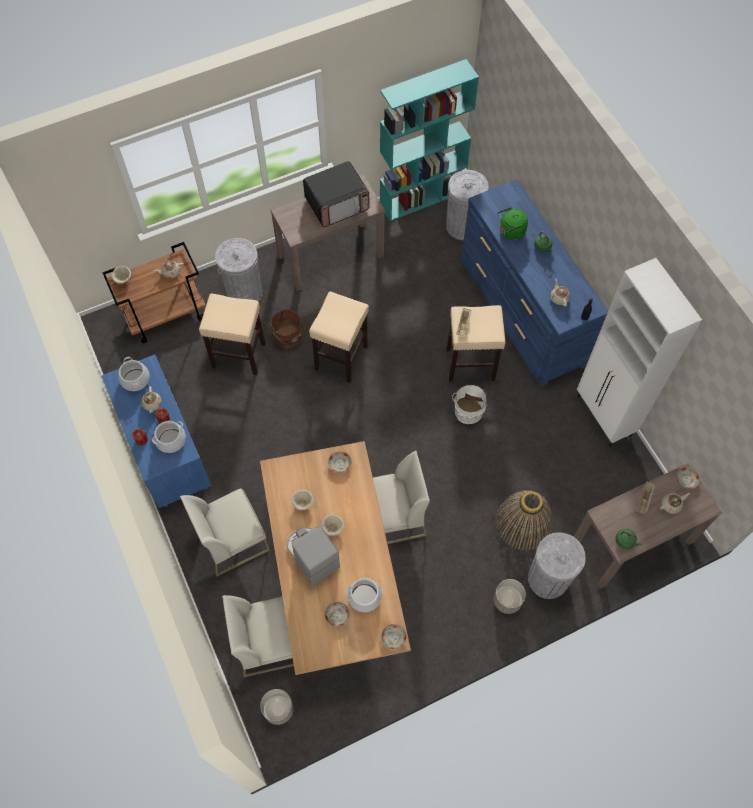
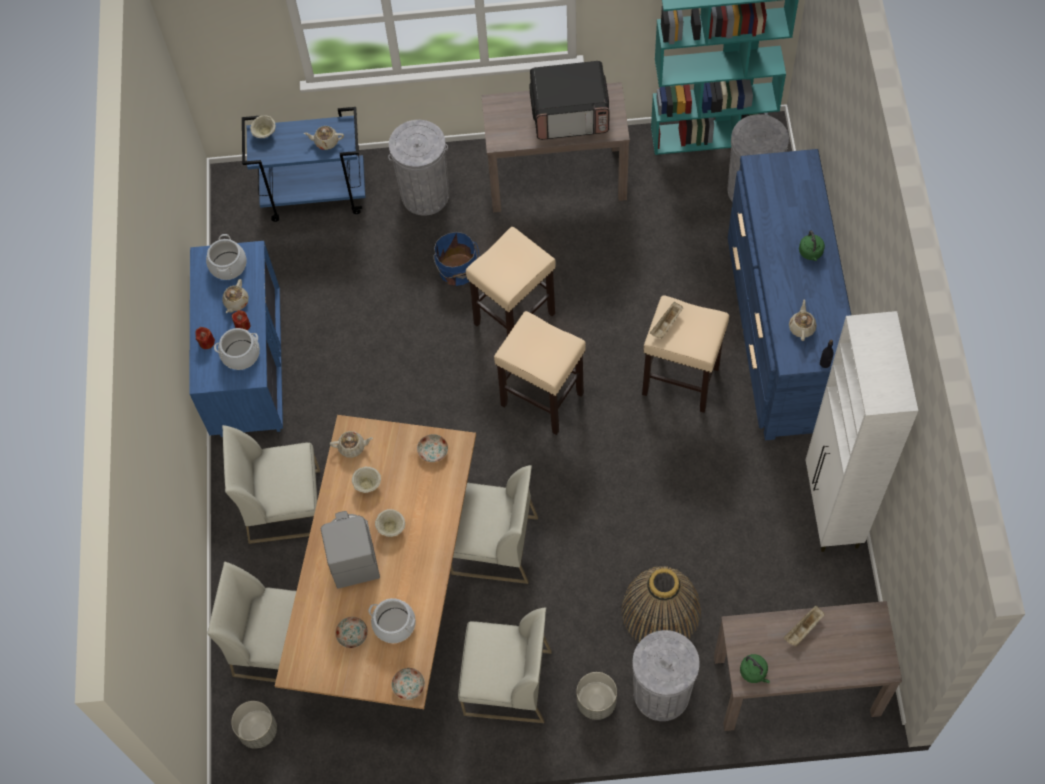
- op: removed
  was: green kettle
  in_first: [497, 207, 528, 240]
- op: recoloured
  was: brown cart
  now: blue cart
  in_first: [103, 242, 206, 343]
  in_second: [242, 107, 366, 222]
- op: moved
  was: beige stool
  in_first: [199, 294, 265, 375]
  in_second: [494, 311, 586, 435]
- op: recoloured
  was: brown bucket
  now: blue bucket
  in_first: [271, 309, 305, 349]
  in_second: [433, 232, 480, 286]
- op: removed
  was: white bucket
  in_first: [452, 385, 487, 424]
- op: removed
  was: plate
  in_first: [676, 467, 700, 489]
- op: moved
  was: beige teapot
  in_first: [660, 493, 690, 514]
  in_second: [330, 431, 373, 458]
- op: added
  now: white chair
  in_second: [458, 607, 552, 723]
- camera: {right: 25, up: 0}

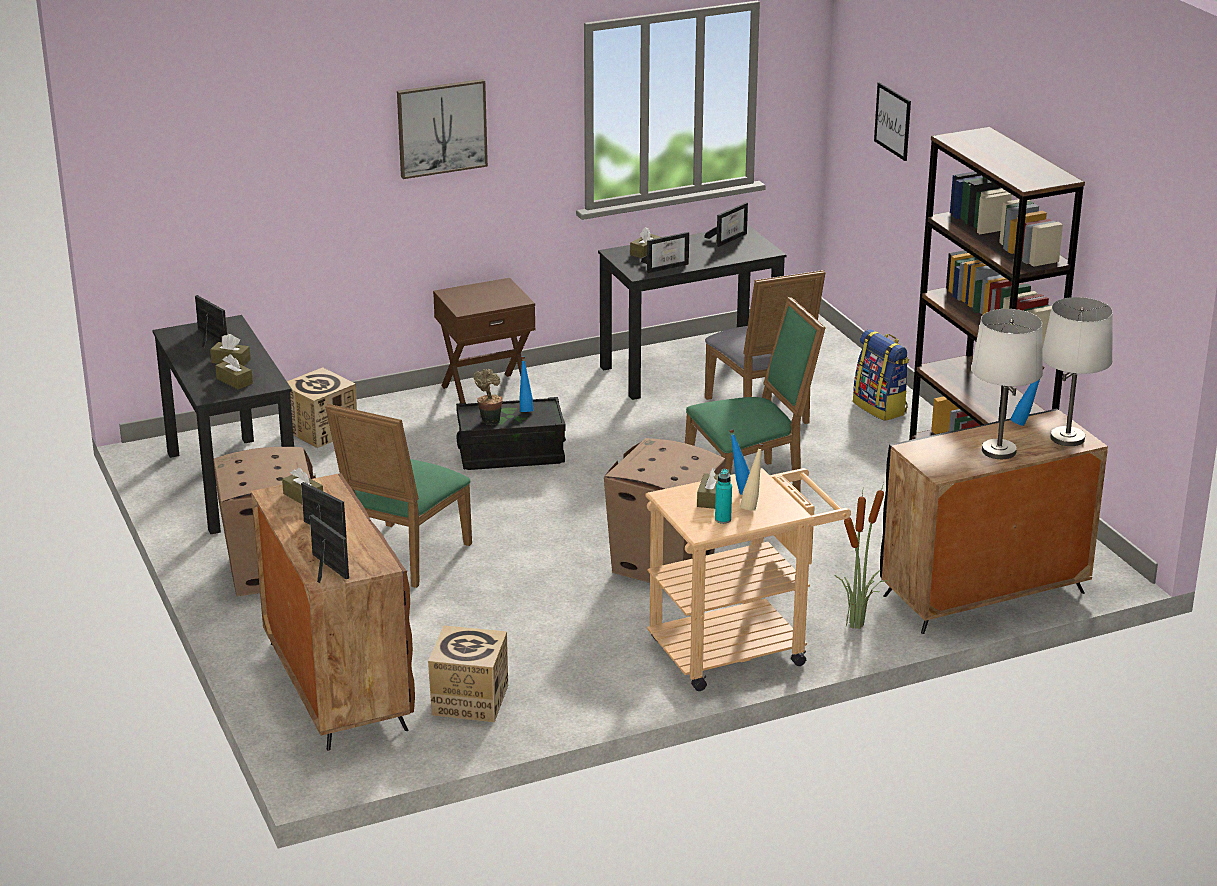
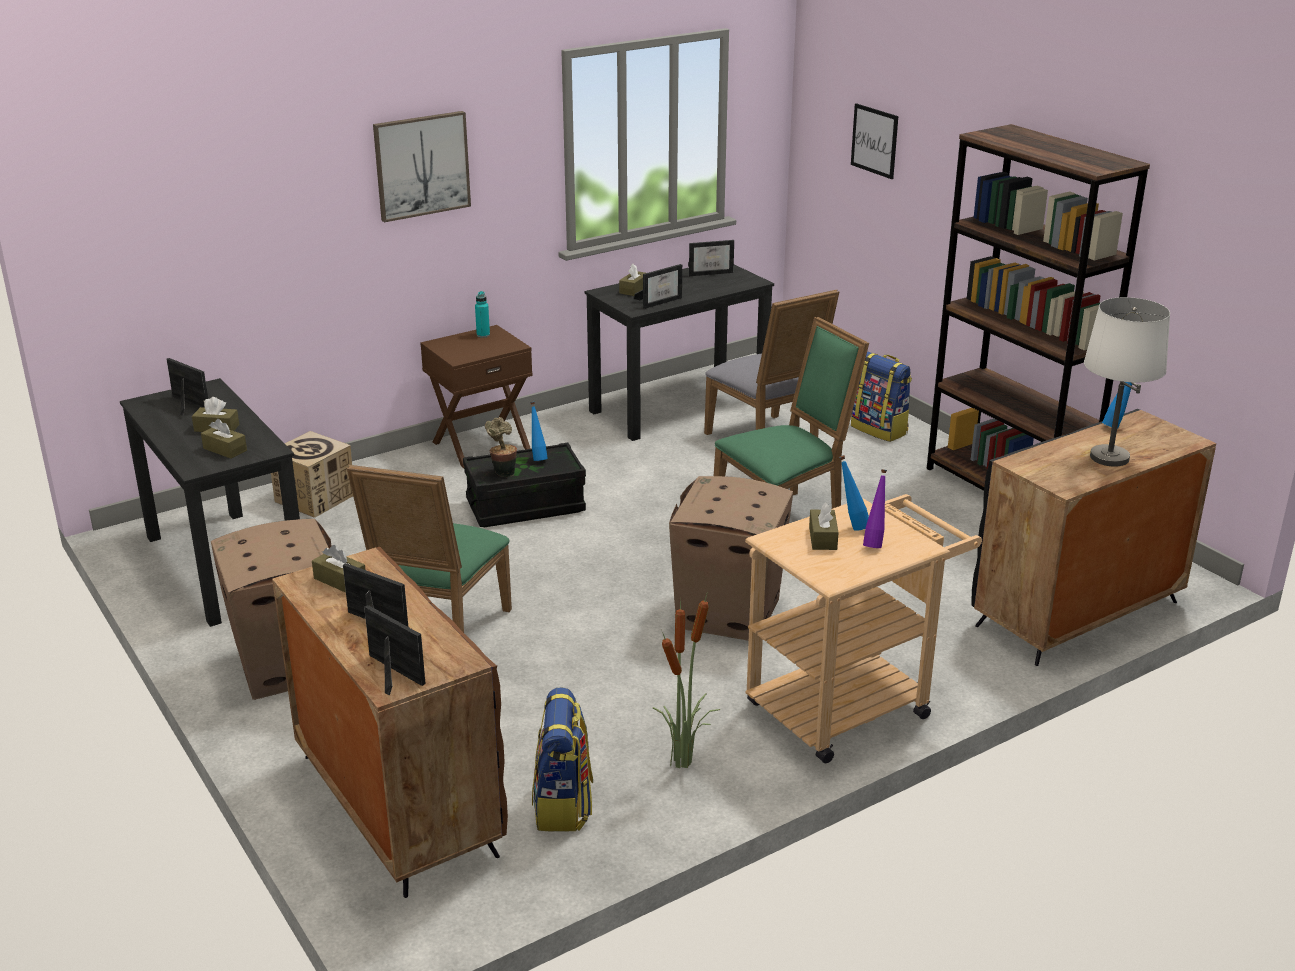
- op: turned
  was: picture frame
  in_first: [704, 202, 748, 247]
  in_second: [688, 240, 734, 276]
  clockwise: 45
- op: removed
  was: white table lamp
  in_first: [1042, 297, 1113, 446]
- op: recoloured
  was: beige bottle
  now: purple bottle
  in_first: [740, 444, 763, 511]
  in_second: [863, 469, 887, 548]
- op: moved
  was: turquoise bottle
  in_first: [715, 469, 732, 524]
  in_second: [475, 291, 490, 338]
- op: moved
  was: potted plant
  in_first: [834, 483, 888, 629]
  in_second: [653, 591, 720, 768]
- op: replaced
  was: cardboard box
  now: backpack
  in_first: [428, 626, 508, 722]
  in_second: [532, 688, 593, 832]
- camera: {right: -10, up: 0}

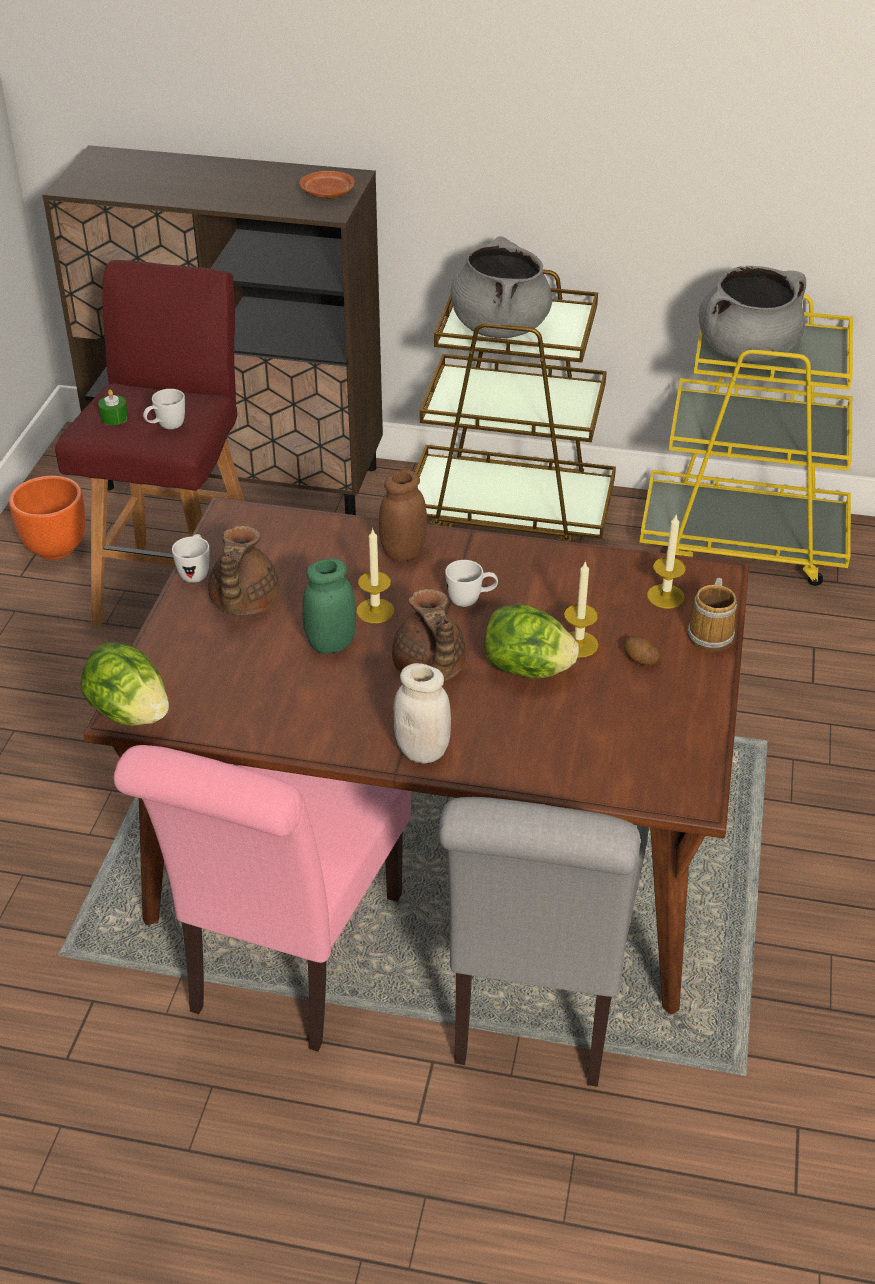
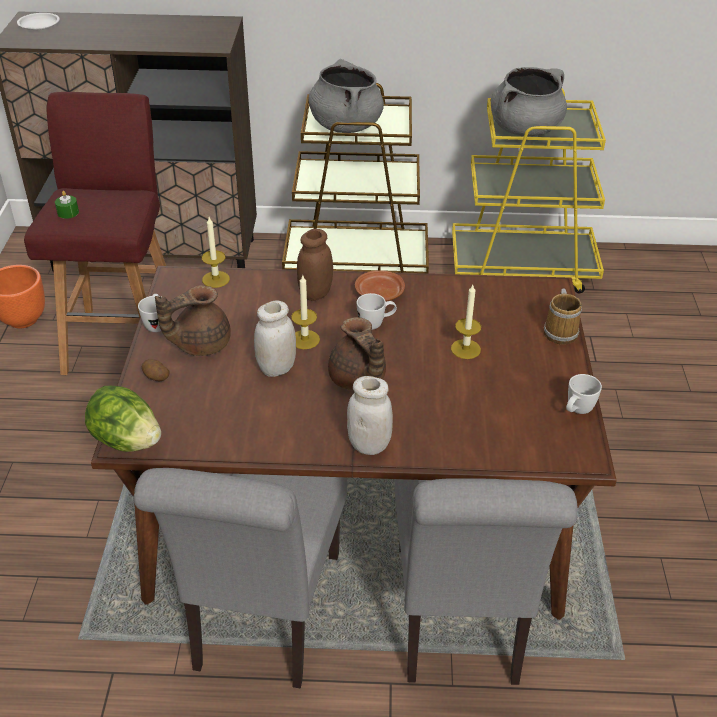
- op: moved
  was: brown plate
  in_first: [299, 171, 355, 199]
  in_second: [355, 270, 405, 301]
- op: moved
  was: white mug
  in_first: [143, 389, 185, 429]
  in_second: [566, 374, 602, 414]
- op: moved
  was: candle
  in_first: [647, 515, 686, 609]
  in_second: [202, 217, 230, 288]
- op: turned
  was: brown teapot
  in_first: [208, 526, 279, 615]
  in_second: [155, 285, 231, 356]
  clockwise: 60
- op: recoloured
  was: green jar
  now: white jar
  in_first: [302, 558, 356, 654]
  in_second: [254, 300, 296, 377]
- op: removed
  was: lettuce
  in_first: [484, 604, 579, 679]
- op: moved
  was: potato
  in_first: [624, 636, 660, 665]
  in_second: [142, 359, 170, 381]
- op: recoloured
  was: pink chair
  now: grey chair
  in_first: [114, 745, 411, 1052]
  in_second: [134, 468, 347, 689]
- op: added
  now: white plate
  in_second: [17, 13, 60, 30]
- camera: {right: -10, up: 0}

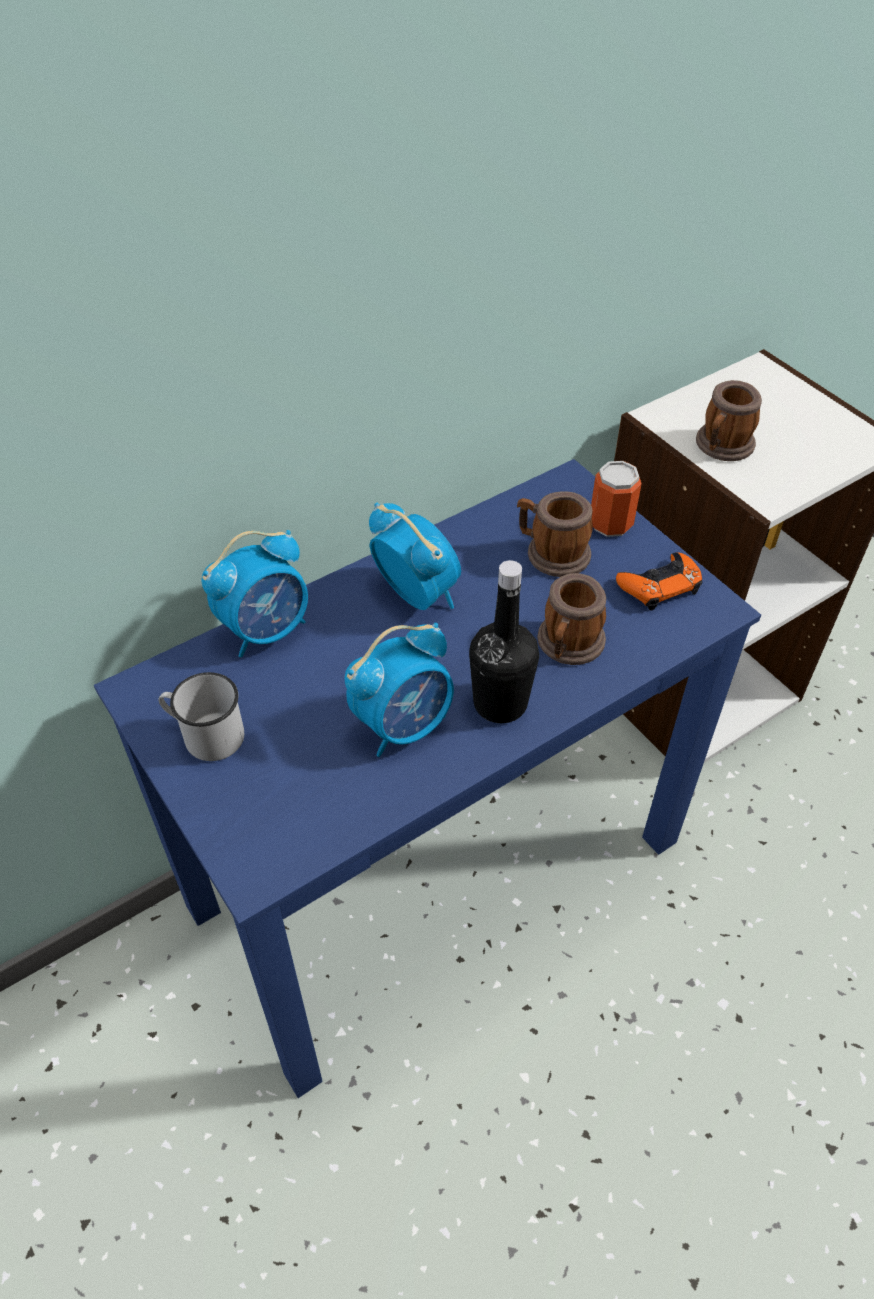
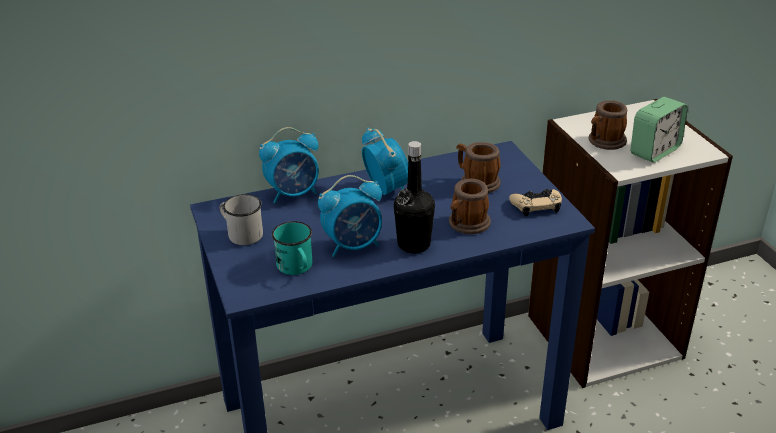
- op: removed
  was: can
  in_first: [591, 461, 642, 537]
- op: recoloured
  was: orange game controller
  now: beige game controller
  in_first: [616, 552, 702, 611]
  in_second: [509, 189, 562, 216]
- op: added
  now: alarm clock
  in_second: [630, 97, 688, 163]
- op: added
  now: turquoise mug
  in_second: [272, 221, 312, 275]
- camera: {right: 15, up: -15}

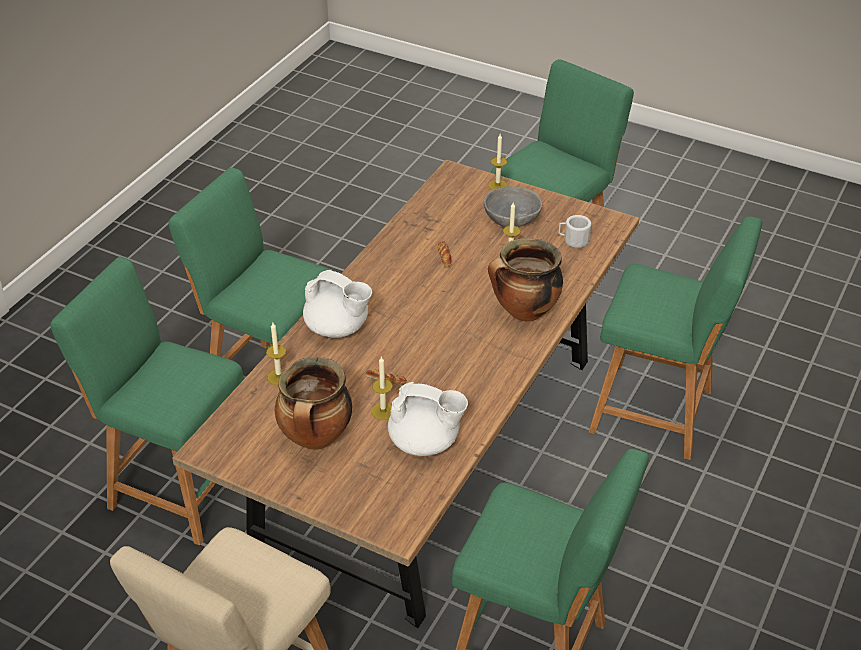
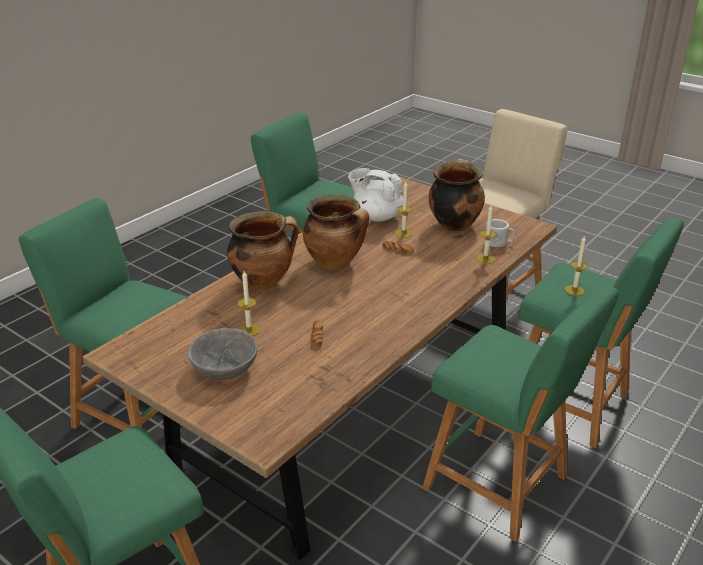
- op: moved
  was: candle
  in_first: [488, 134, 507, 190]
  in_second: [565, 235, 588, 296]
- op: moved
  was: white mug
  in_first: [558, 215, 591, 248]
  in_second: [486, 219, 514, 247]
- op: removed
  was: white teapot
  in_first: [303, 270, 372, 338]
- op: added
  now: cooking pot
  in_second: [303, 195, 369, 270]
- camera: {right: -170, up: -10}

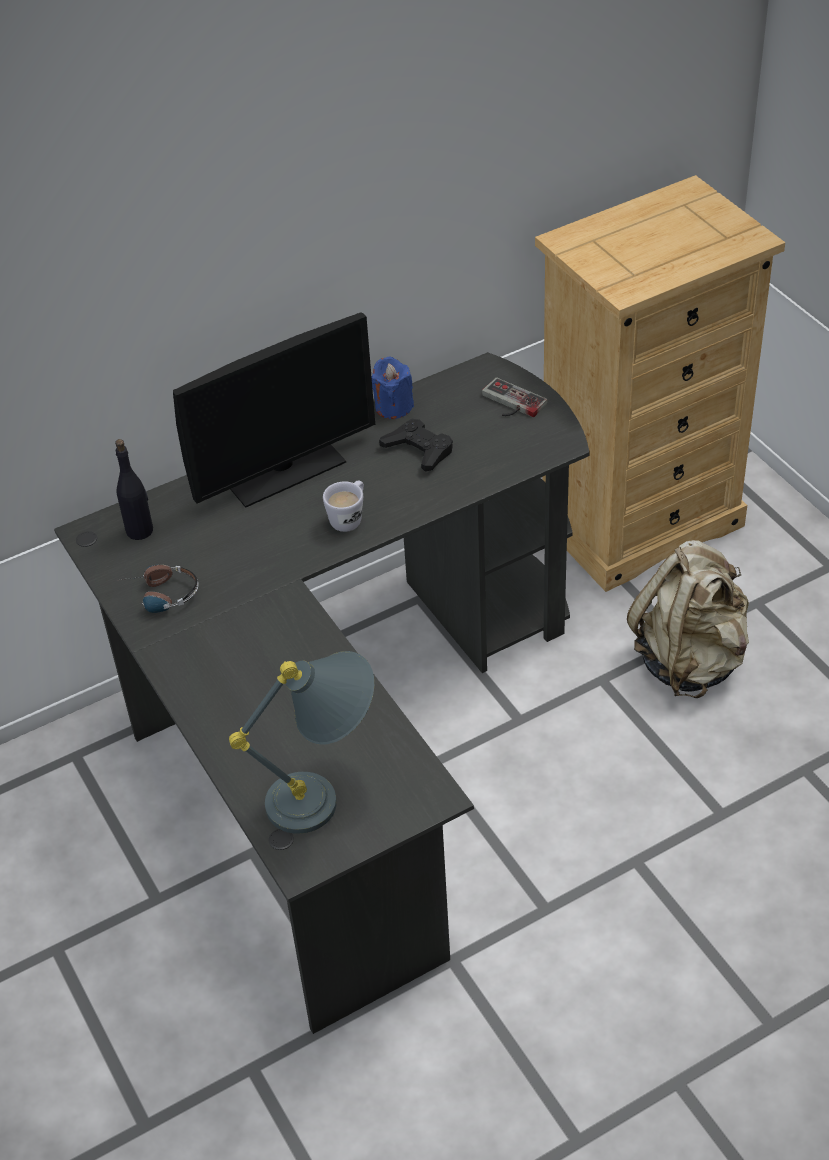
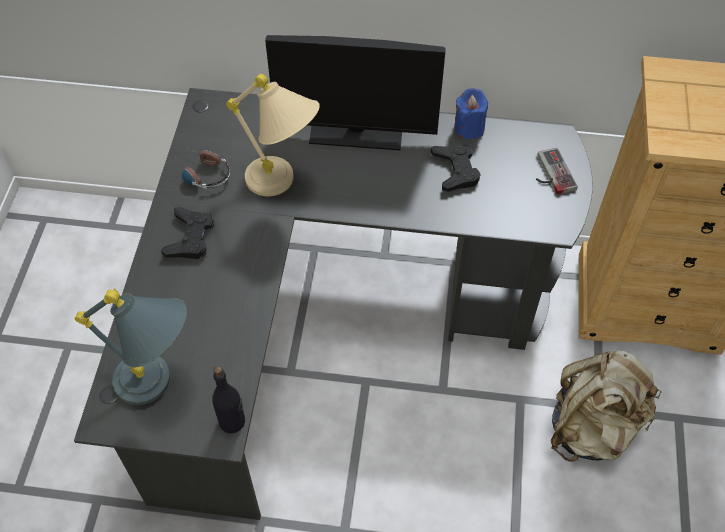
- op: moved
  was: black bottle
  in_first: [115, 439, 153, 540]
  in_second: [212, 366, 245, 433]
- op: removed
  was: white mug
  in_first: [323, 481, 364, 532]
- op: added
  now: beige table lamp
  in_second: [226, 74, 320, 196]
- op: added
  now: black game controller
  in_second: [161, 207, 214, 259]
- camera: {right: 35, up: 10}

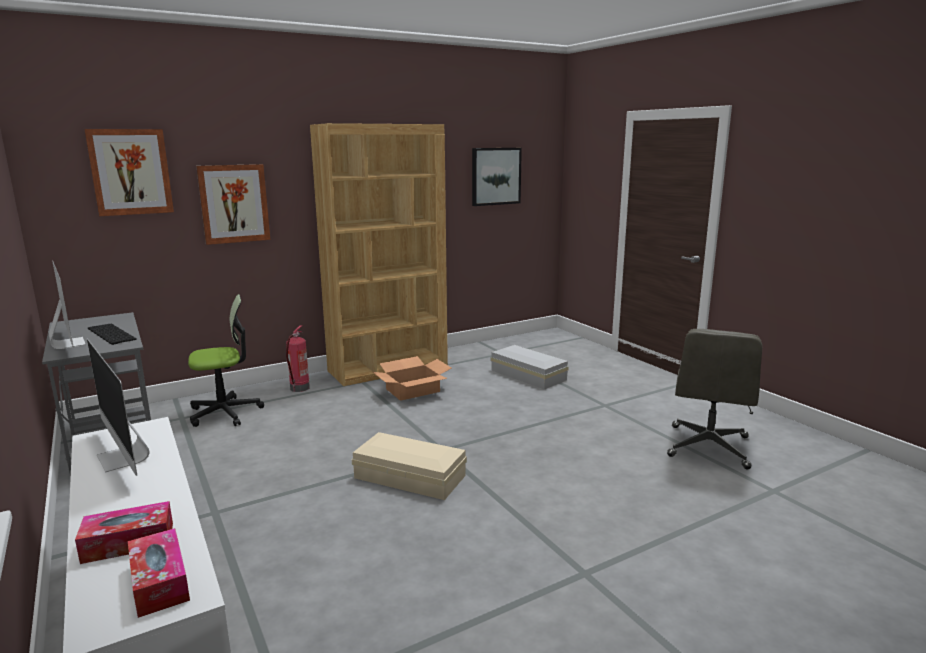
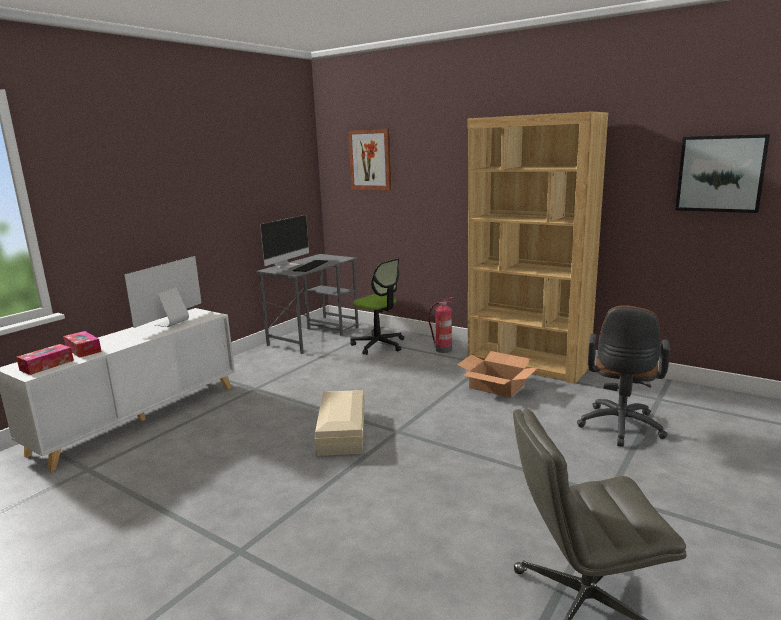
- op: removed
  was: picture
  in_first: [196, 164, 270, 245]
- op: replaced
  was: white storage box
  now: brown office chair
  in_first: [491, 345, 569, 390]
  in_second: [577, 305, 670, 447]
- camera: {right: 65, up: 0}

